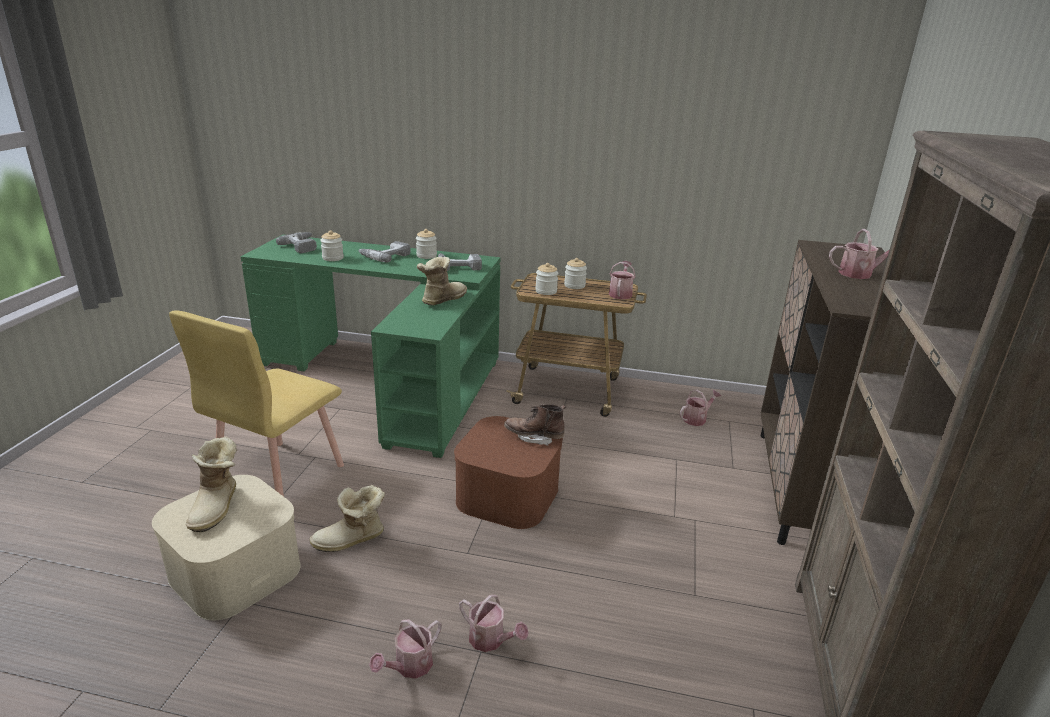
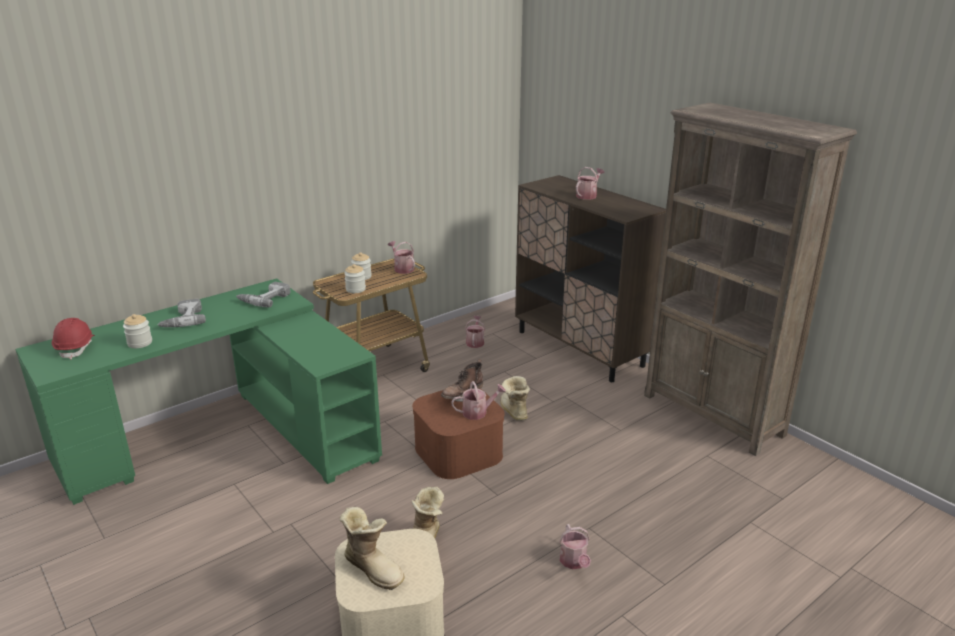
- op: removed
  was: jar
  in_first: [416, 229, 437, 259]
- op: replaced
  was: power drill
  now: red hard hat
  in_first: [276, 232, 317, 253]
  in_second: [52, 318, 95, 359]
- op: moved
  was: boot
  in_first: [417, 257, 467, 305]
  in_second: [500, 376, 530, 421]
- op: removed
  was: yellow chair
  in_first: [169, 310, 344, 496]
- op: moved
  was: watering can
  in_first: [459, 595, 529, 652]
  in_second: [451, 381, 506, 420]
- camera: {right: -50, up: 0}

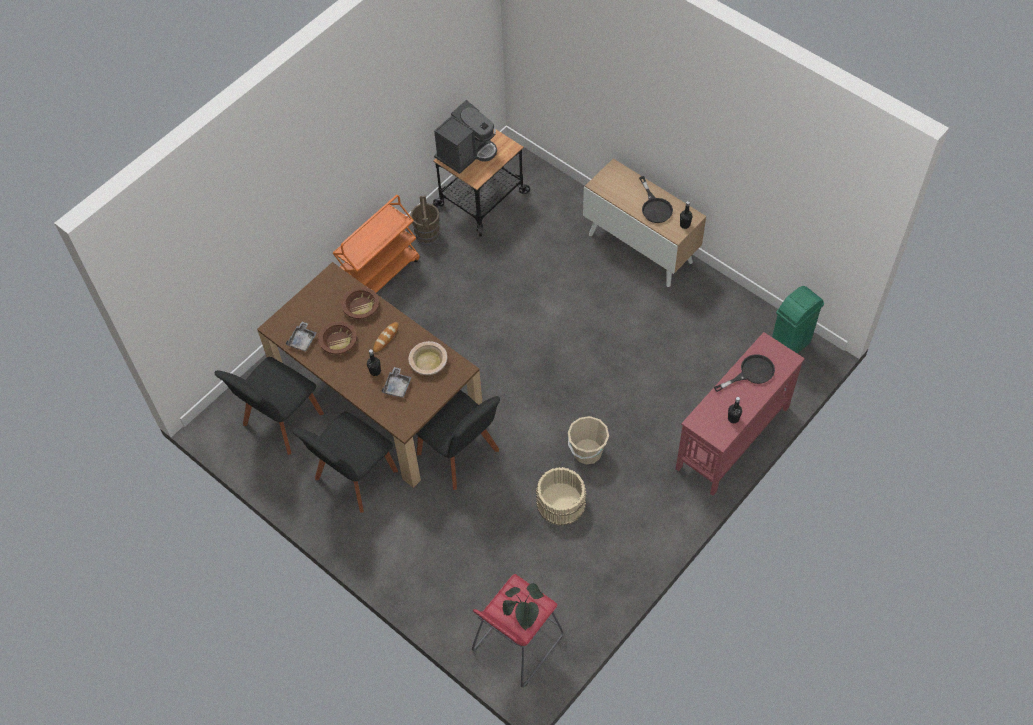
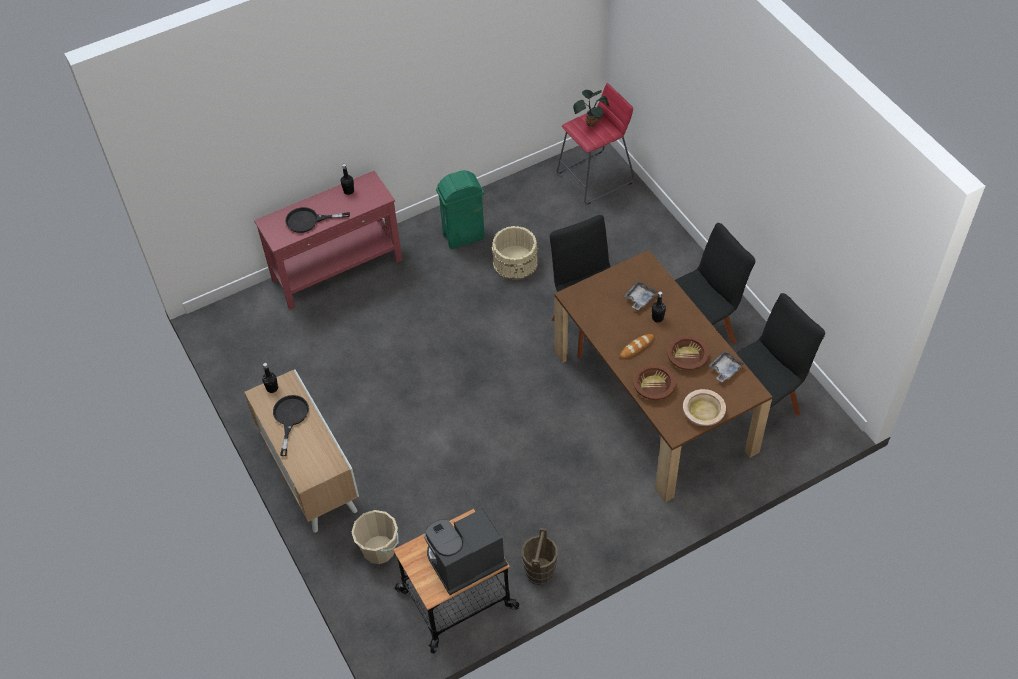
- op: removed
  was: orange cart
  in_first: [333, 195, 420, 293]
- op: moved
  was: green trash can
  in_first: [772, 286, 824, 354]
  in_second: [436, 170, 485, 249]
- op: moved
  was: beige bowl
  in_first: [409, 341, 447, 375]
  in_second: [683, 389, 726, 426]
- op: moved
  was: beige bucket
  in_first: [568, 416, 609, 465]
  in_second: [352, 510, 398, 564]
- camera: {right: -160, up: -5}

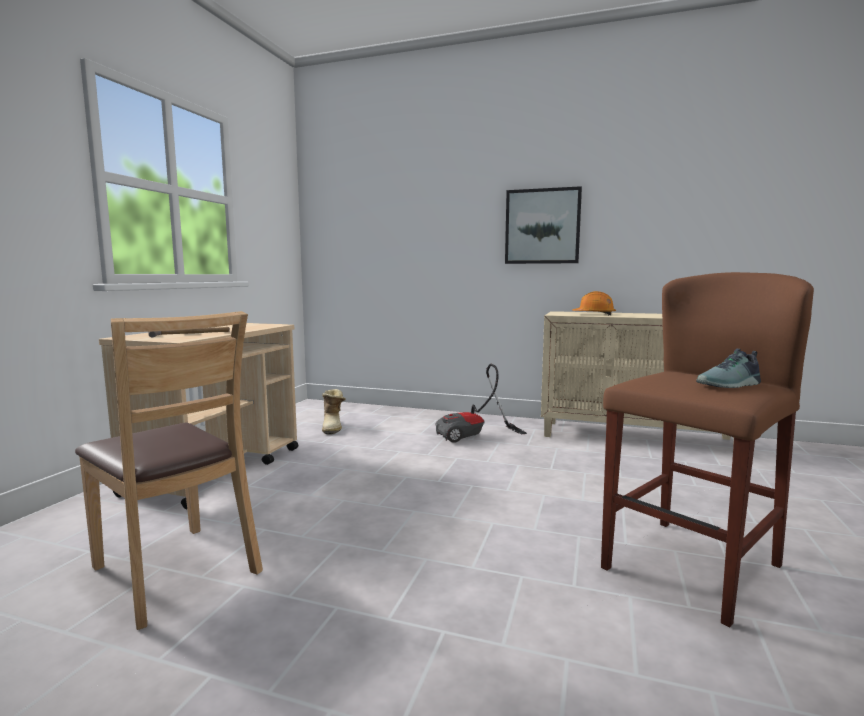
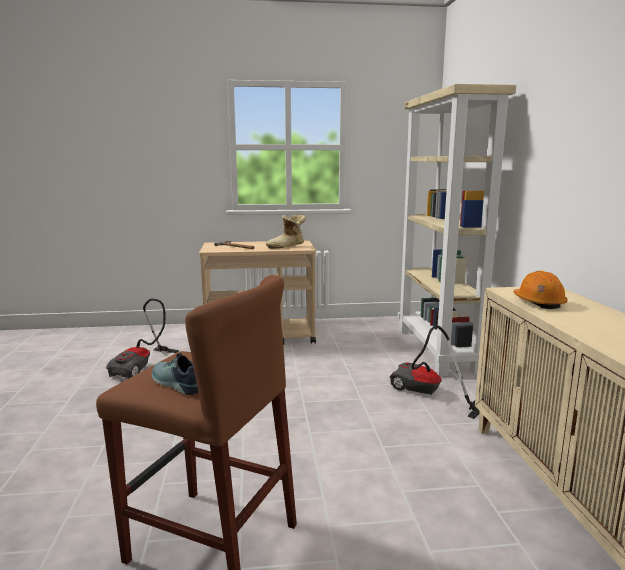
- op: removed
  was: picture
  in_first: [505, 186, 582, 264]
- op: replaced
  was: brown chair
  now: vacuum cleaner
  in_first: [75, 311, 263, 630]
  in_second: [106, 299, 179, 379]
- op: moved
  was: boot
  in_first: [322, 389, 346, 434]
  in_second: [266, 215, 306, 249]
- op: added
  now: beige bookcase
  in_second: [398, 84, 516, 376]
- camera: {right: 65, up: 5}

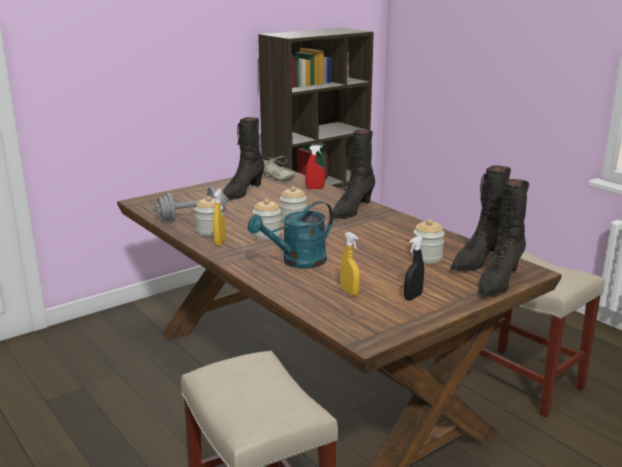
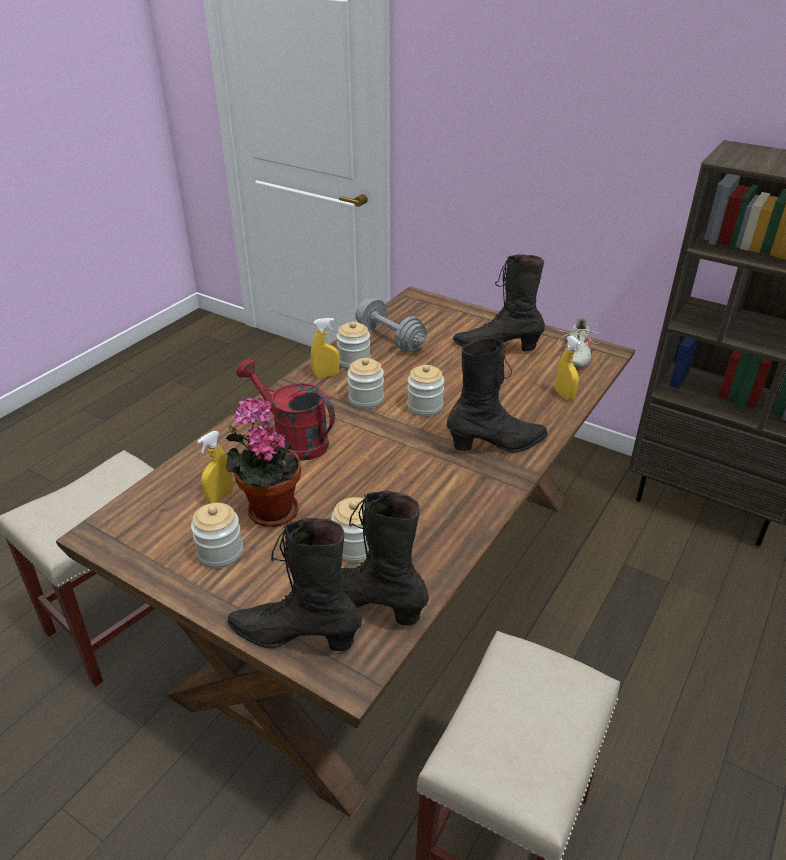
- op: turned
  was: black boot
  in_first: [333, 130, 375, 219]
  in_second: [447, 337, 548, 453]
  clockwise: 150
- op: recoloured
  was: red spray bottle
  now: yellow spray bottle
  in_first: [305, 145, 325, 189]
  in_second: [555, 336, 582, 401]
- op: recoloured
  was: turquoise watering can
  now: red watering can
  in_first: [247, 201, 333, 269]
  in_second: [236, 359, 335, 461]
- op: replaced
  was: black spray bottle
  now: jar
  in_first: [404, 236, 424, 300]
  in_second: [191, 503, 243, 569]
- op: added
  now: potted plant
  in_second: [226, 397, 301, 527]
- camera: {right: 70, up: 15}

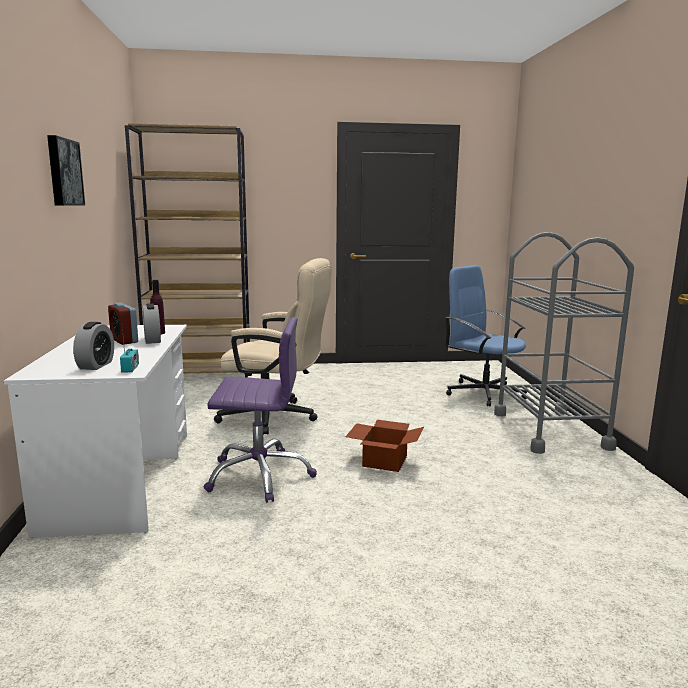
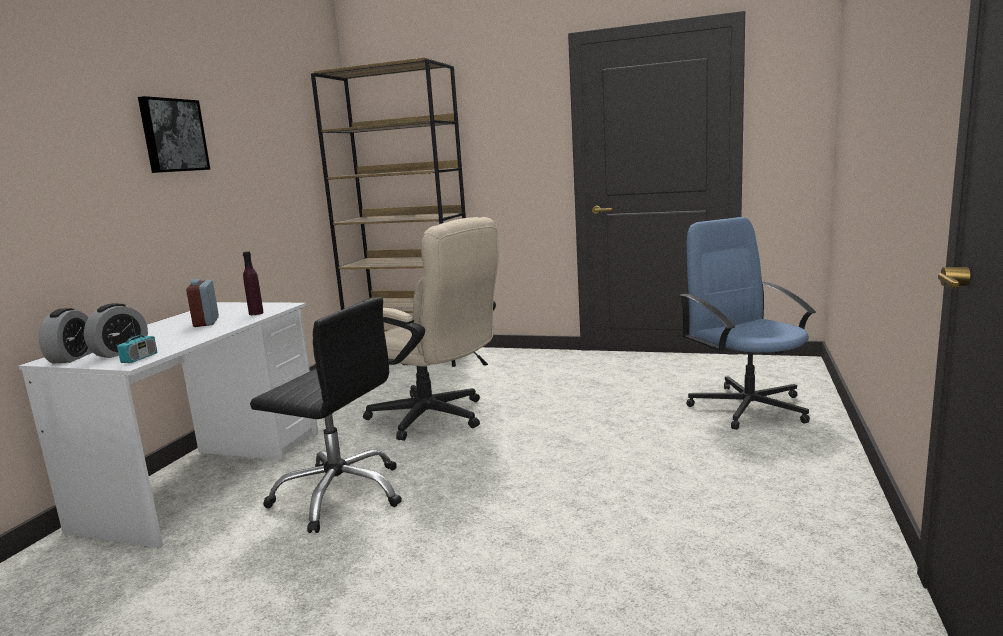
- op: removed
  was: grey cart
  in_first: [494, 232, 634, 454]
- op: moved
  was: alarm clock
  in_first: [143, 303, 161, 344]
  in_second: [38, 308, 92, 364]
- op: recoloured
  was: purple office chair
  now: black office chair
  in_first: [204, 317, 317, 503]
  in_second: [250, 297, 402, 533]
- op: removed
  was: cardboard box
  in_first: [346, 420, 424, 472]
- camera: {right: 25, up: 0}

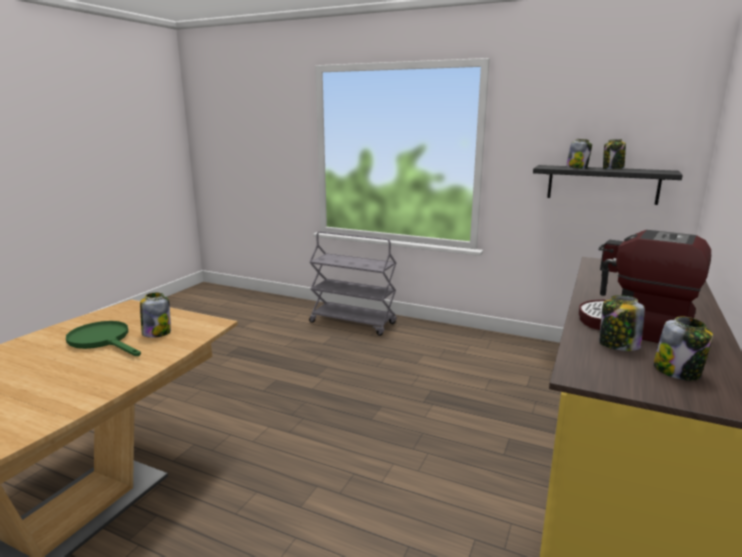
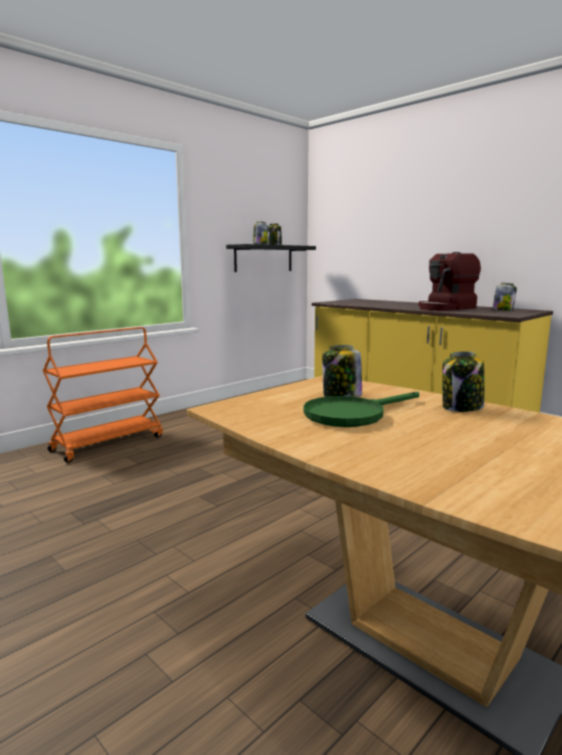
- op: recoloured
  was: grey cart
  now: orange cart
  in_first: [309, 231, 397, 336]
  in_second: [43, 327, 163, 463]
- op: moved
  was: jar
  in_first: [599, 295, 645, 351]
  in_second: [442, 351, 484, 412]
- camera: {right: -70, up: -5}

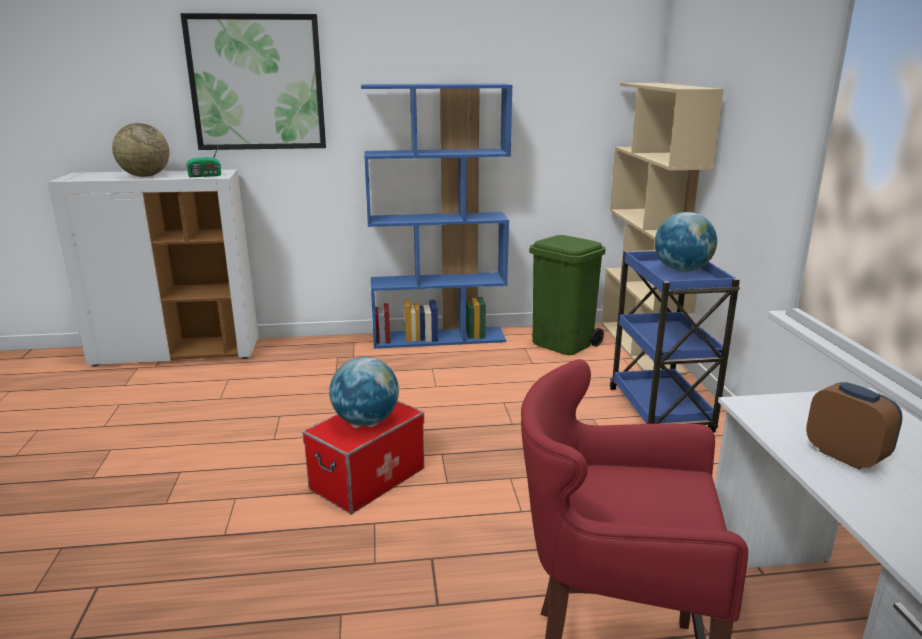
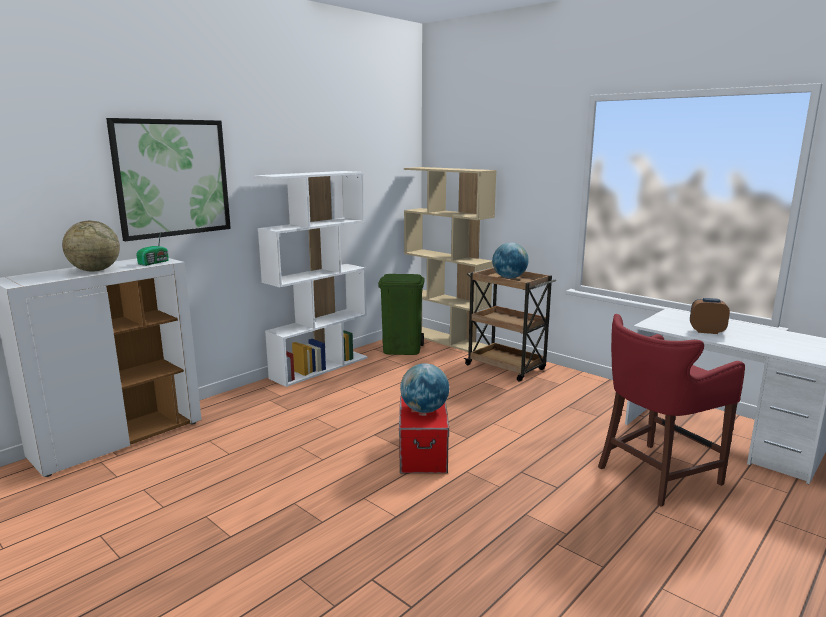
- op: recoloured
  was: blue bookcase
  now: white bookcase
  in_first: [361, 83, 513, 349]
  in_second: [254, 171, 368, 387]
- op: recoloured
  was: blue cart
  now: brown cart
  in_first: [609, 250, 740, 433]
  in_second: [463, 268, 556, 382]
- camera: {right: -40, up: -5}

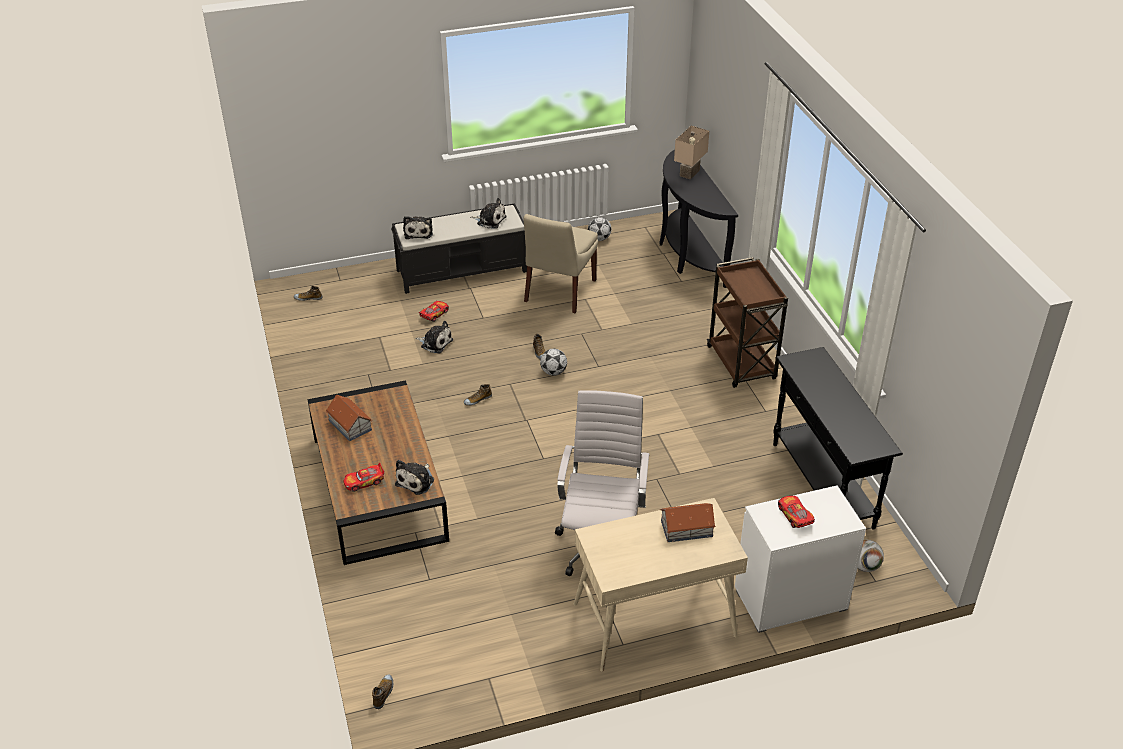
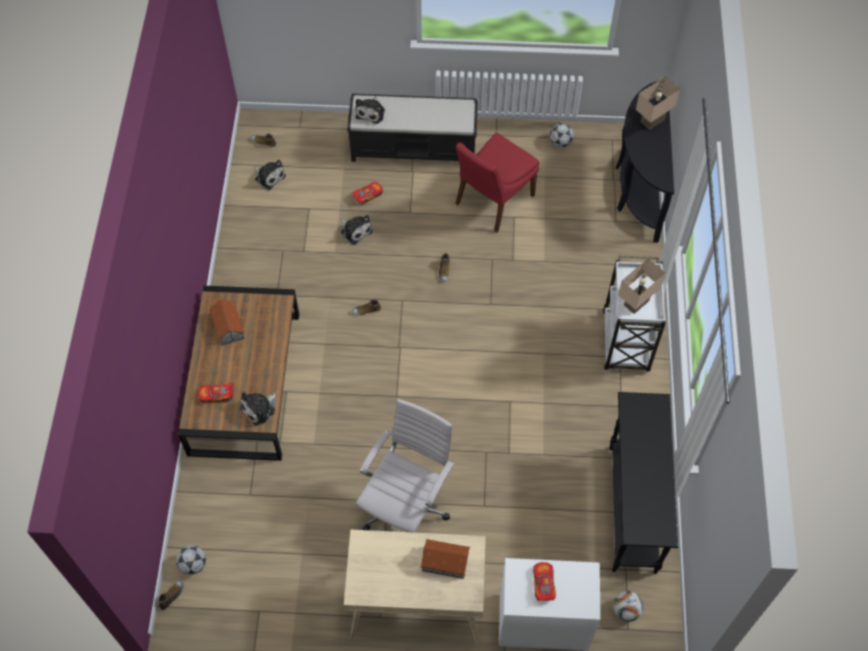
- op: moved
  was: plush toy
  in_first: [470, 198, 507, 229]
  in_second: [253, 160, 286, 190]
- op: recoloured
  was: beige chair
  now: red chair
  in_first: [523, 214, 598, 313]
  in_second: [455, 133, 539, 233]
- op: recoloured
  was: brown cart
  now: white cart
  in_first: [707, 257, 788, 388]
  in_second: [603, 256, 666, 371]
- op: moved
  was: football
  in_first: [540, 349, 567, 376]
  in_second: [176, 545, 206, 575]
- op: added
  now: beige table lamp
  in_second: [618, 259, 666, 314]
- camera: {right: 20, up: 20}

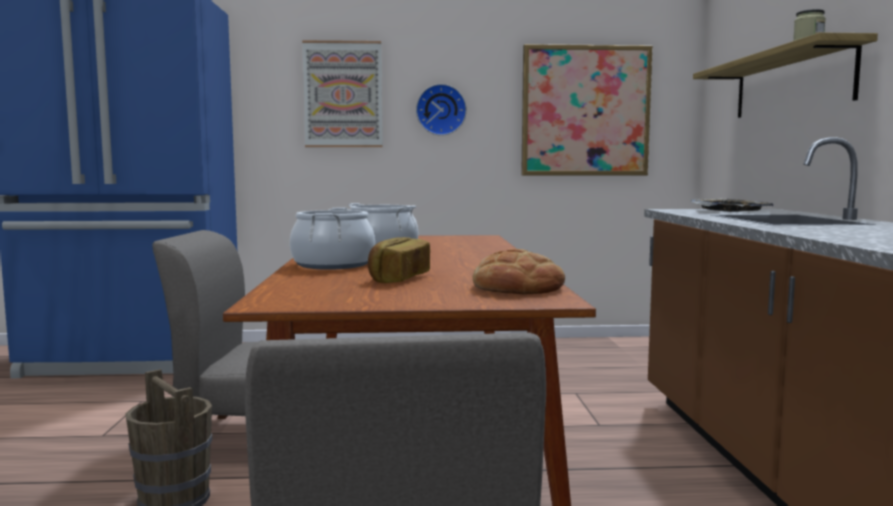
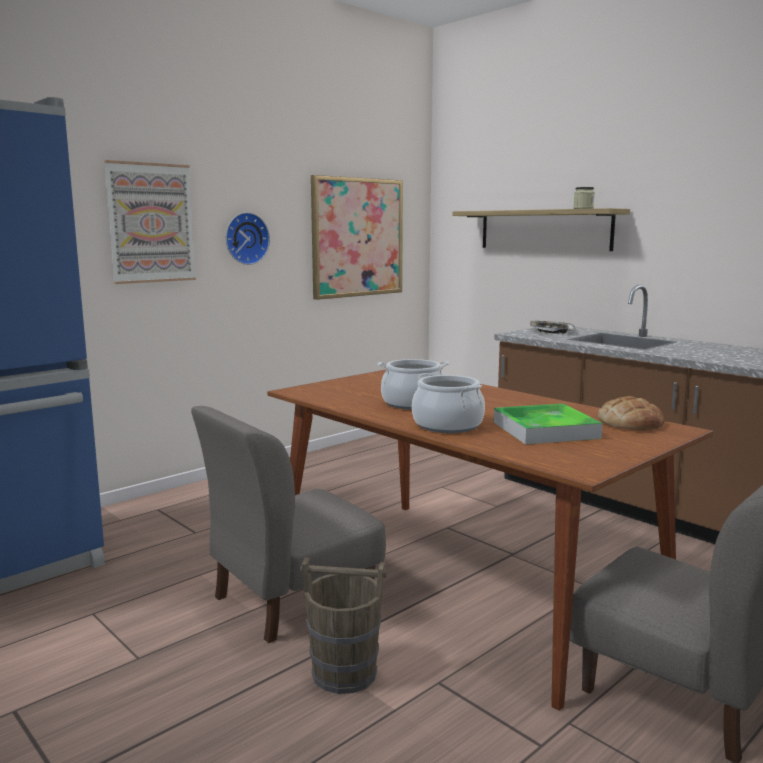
- op: replaced
  was: bread
  now: tray
  in_first: [368, 237, 430, 283]
  in_second: [494, 404, 603, 444]
- camera: {right: -40, up: 5}

